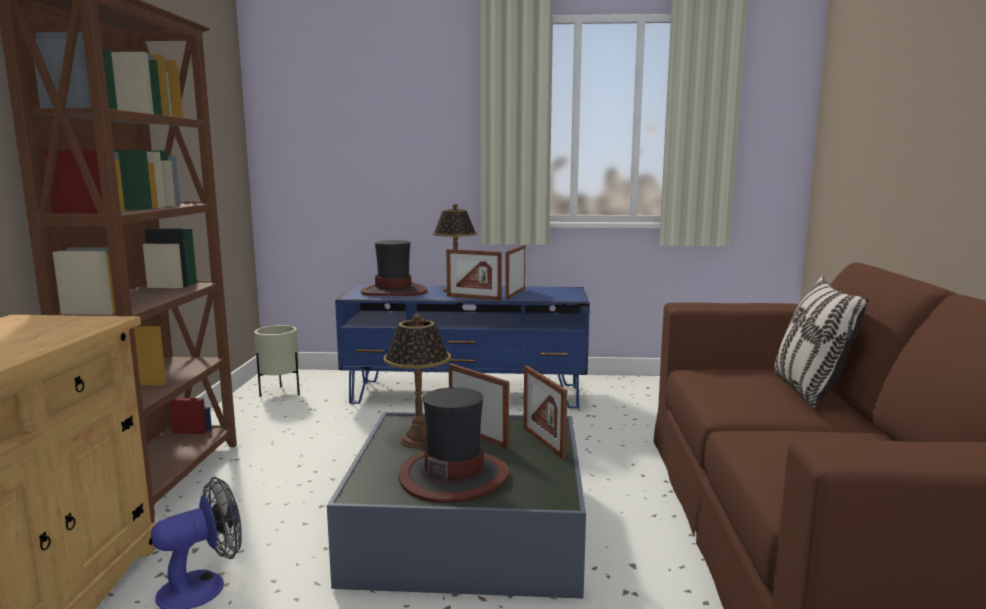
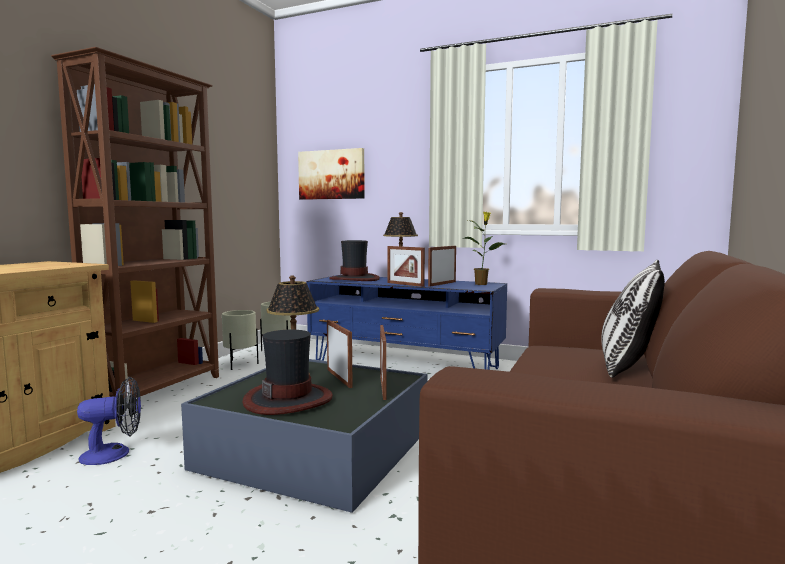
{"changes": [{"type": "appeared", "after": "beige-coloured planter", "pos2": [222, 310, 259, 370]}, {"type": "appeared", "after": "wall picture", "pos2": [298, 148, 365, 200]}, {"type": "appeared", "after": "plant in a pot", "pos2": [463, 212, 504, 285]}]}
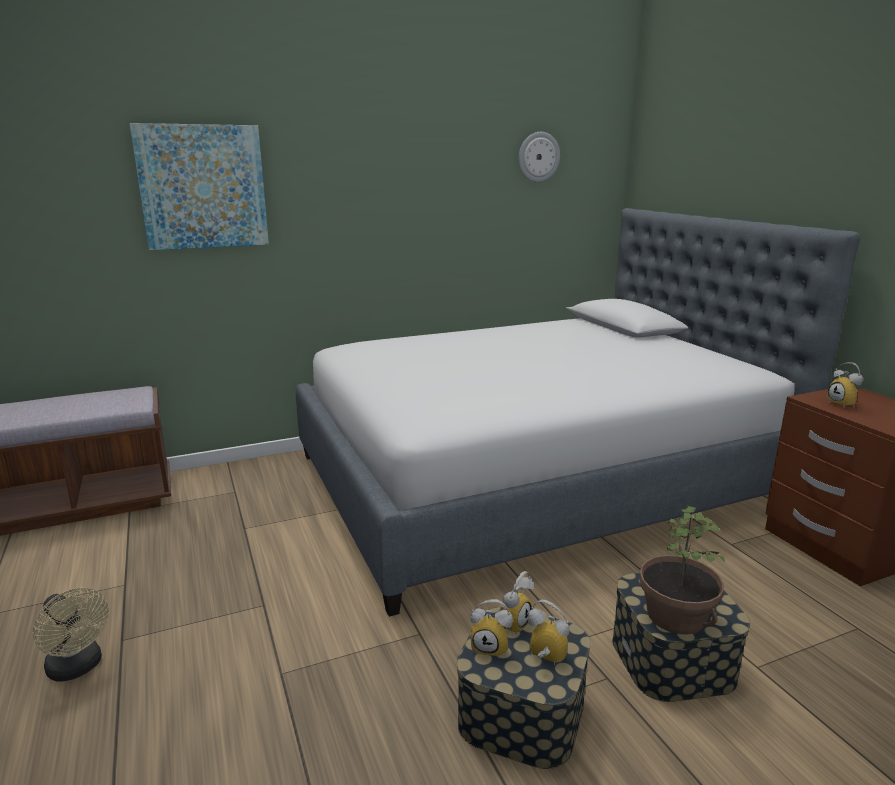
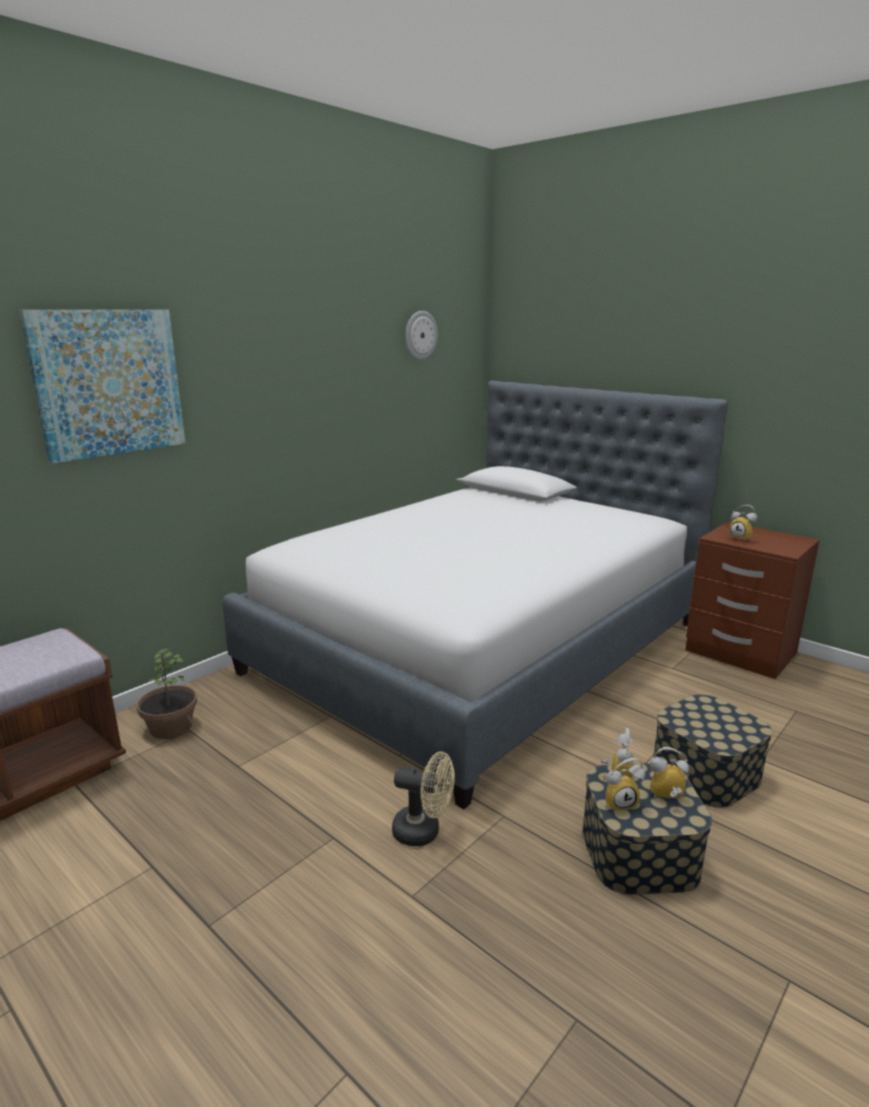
{"changes": [{"type": "relocated", "before": "beige-coloured fan", "pos1": [33, 588, 109, 682], "pos2": [392, 752, 454, 846]}, {"type": "relocated", "before": "plant in a pot", "pos1": [639, 506, 725, 635], "pos2": [137, 649, 197, 739]}]}
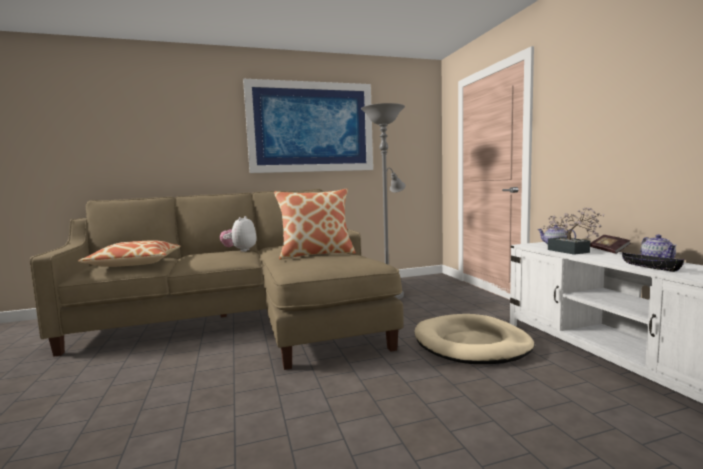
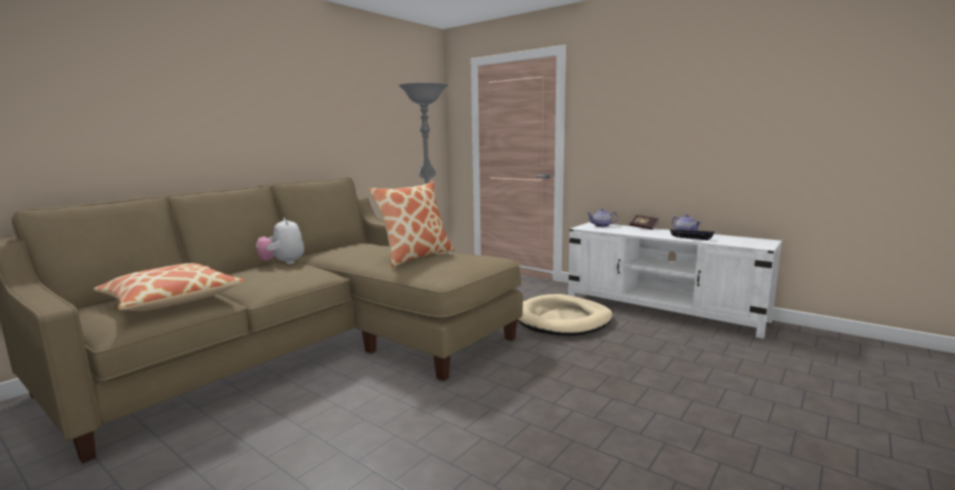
{"changes": [{"type": "missing", "before": "wall picture", "pos1": [243, 79, 373, 173]}, {"type": "missing", "before": "plant in a pot", "pos1": [541, 207, 604, 255]}]}
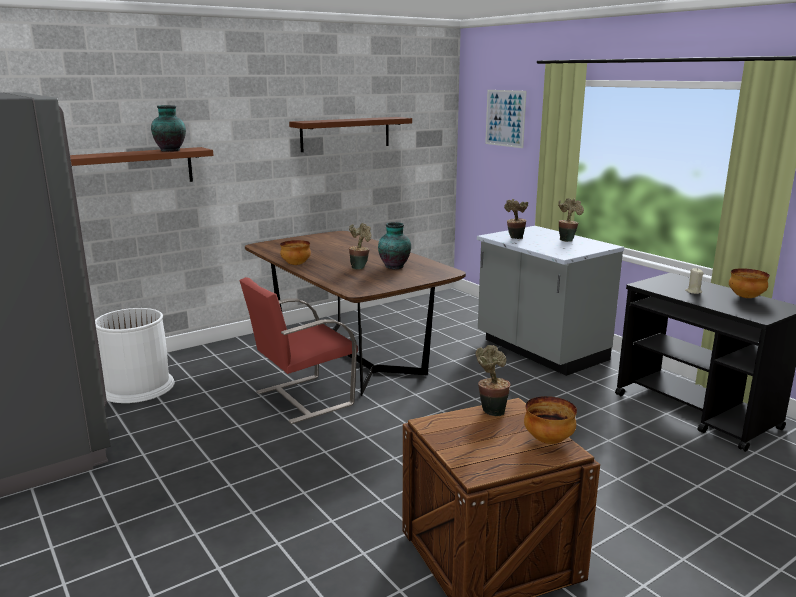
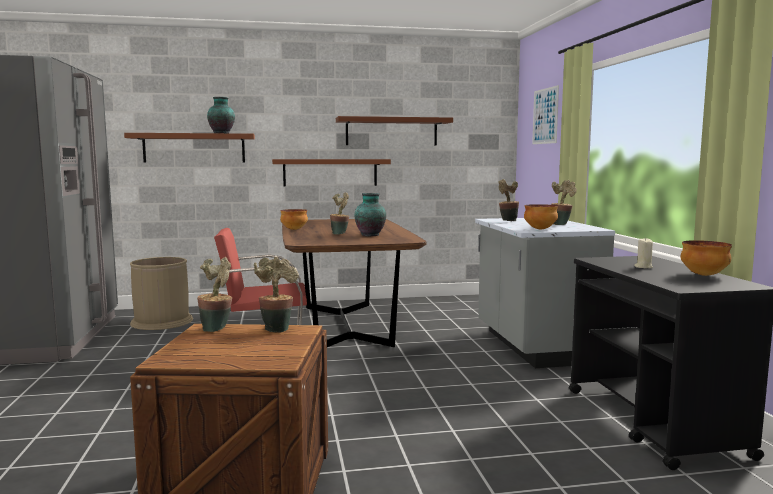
{"changes": [{"type": "colour", "before": "white trash can", "after": "brownish trash can", "pos1": [95, 308, 175, 403], "pos2": [130, 257, 193, 330]}, {"type": "relocated", "before": "serving bowl", "pos1": [524, 396, 577, 444], "pos2": [524, 204, 558, 229]}, {"type": "appeared", "after": "plant in a pot", "pos2": [197, 257, 232, 332]}, {"type": "appeared", "after": "brownish bracket shelf", "pos2": [272, 159, 391, 186]}]}
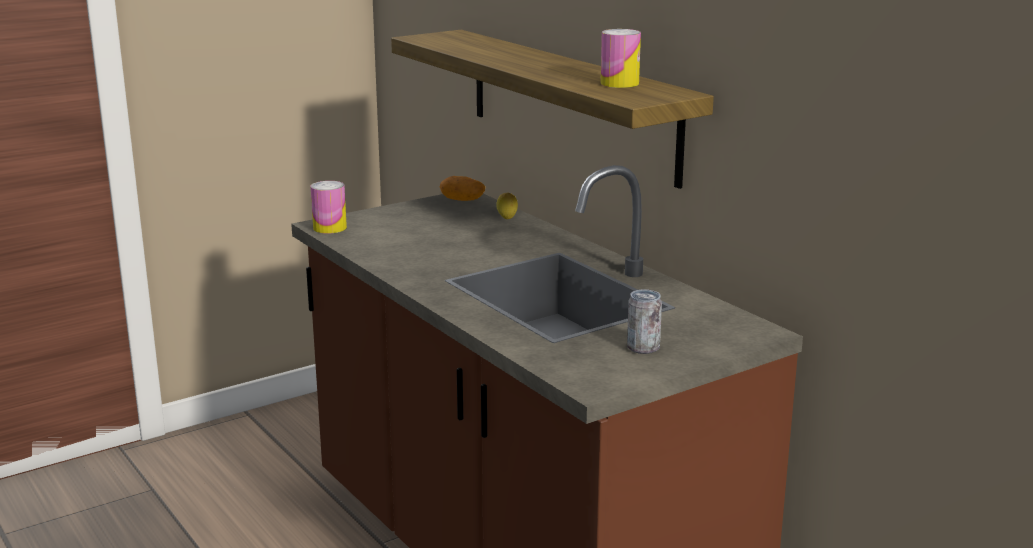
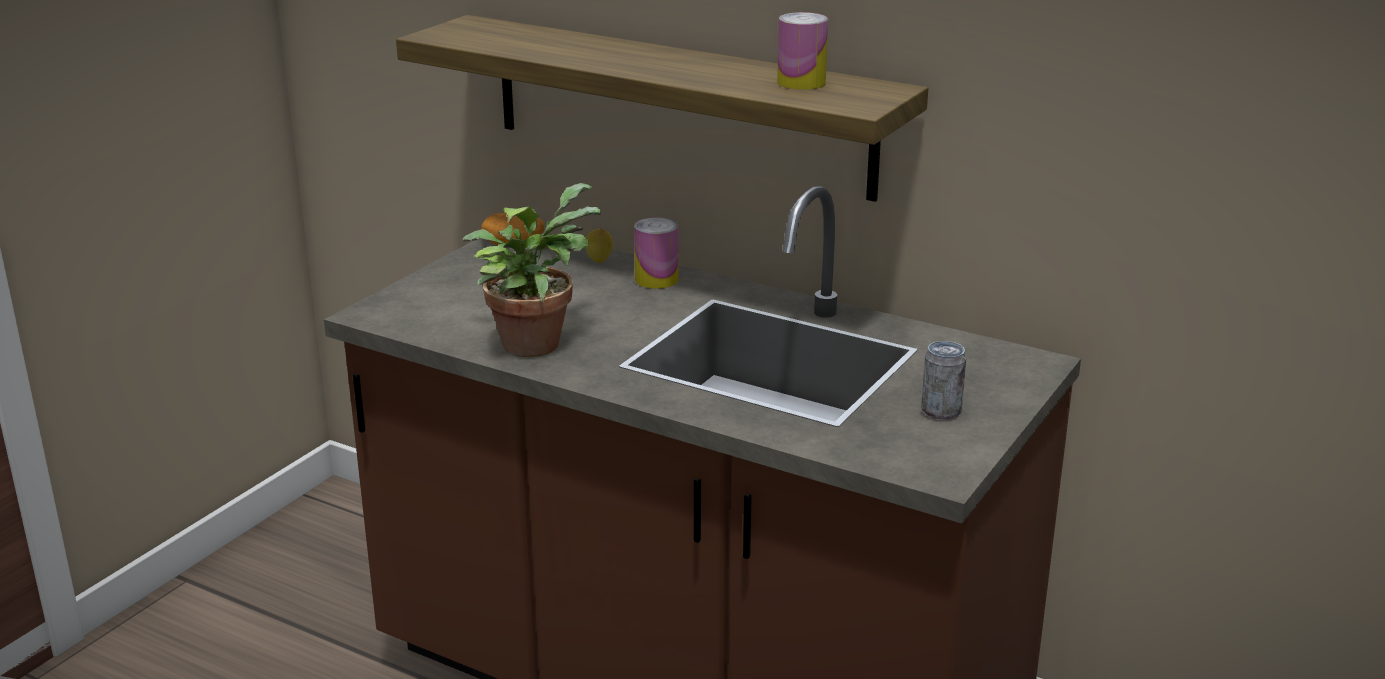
{"changes": [{"type": "relocated", "before": "metal can", "pos1": [311, 181, 347, 234], "pos2": [634, 217, 679, 289]}, {"type": "appeared", "after": "plant in a pot", "pos2": [462, 183, 601, 357]}]}
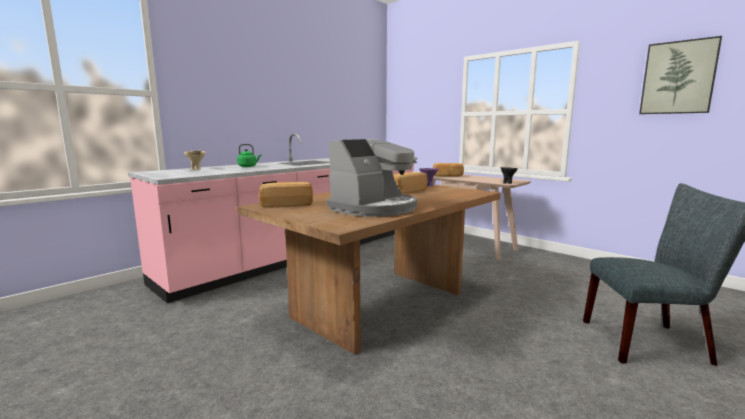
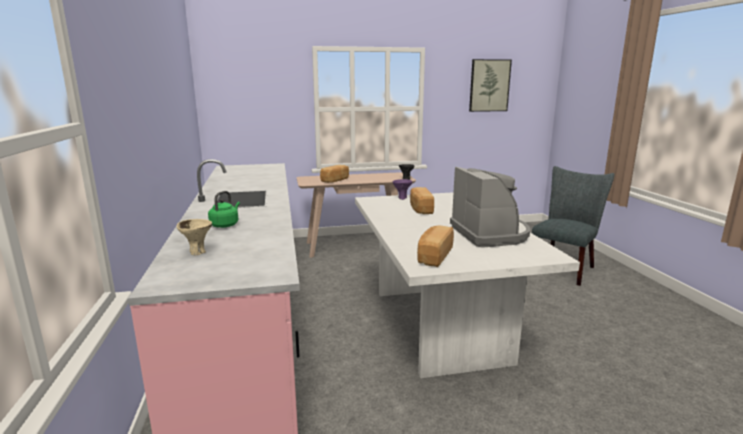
{"changes": [{"type": "colour", "before": "brownish kitchen table", "after": "white kitchen table", "pos1": [237, 185, 500, 355], "pos2": [355, 192, 580, 378]}]}
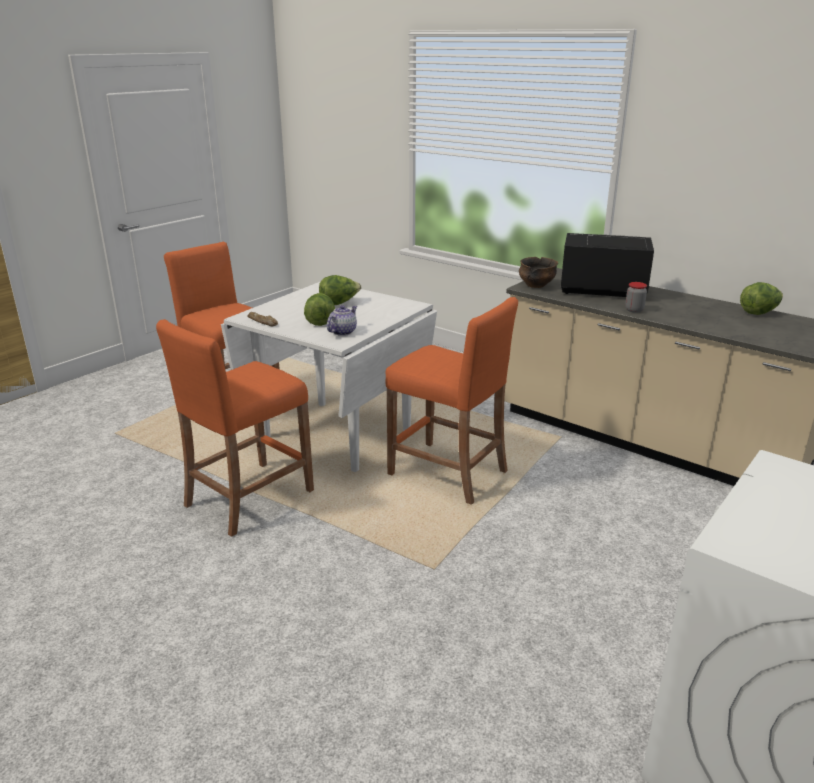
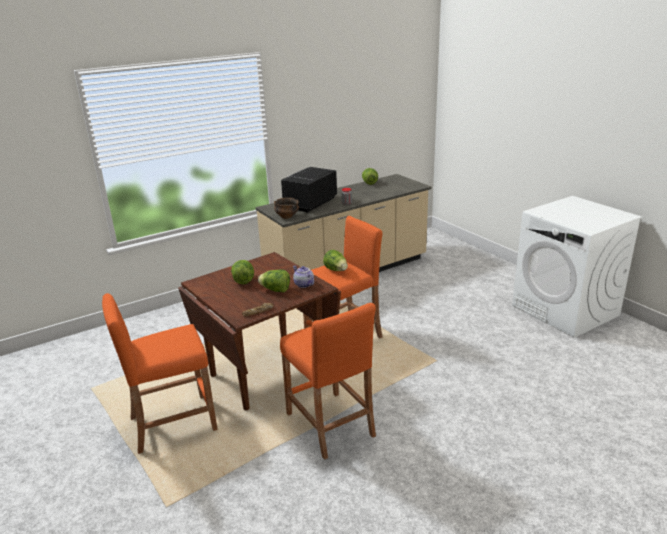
{"changes": [{"type": "colour", "before": "white kitchen table", "after": "brownish kitchen table", "pos1": [221, 281, 437, 472], "pos2": [178, 252, 341, 410]}, {"type": "appeared", "after": "head of lettuce", "pos2": [323, 250, 348, 271]}]}
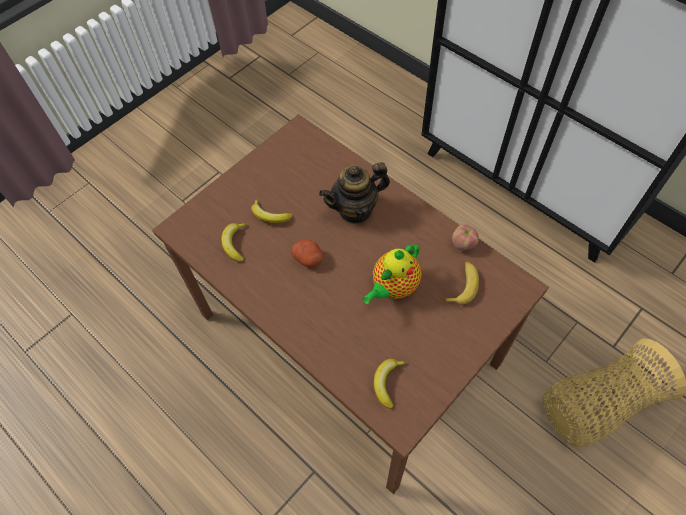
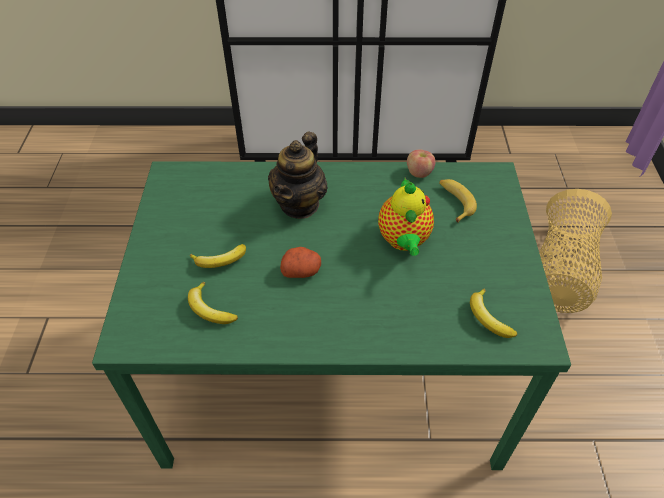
{"changes": [{"type": "colour", "before": "brownish kitchen table", "after": "green kitchen table", "pos1": [152, 114, 549, 494], "pos2": [92, 161, 571, 470]}]}
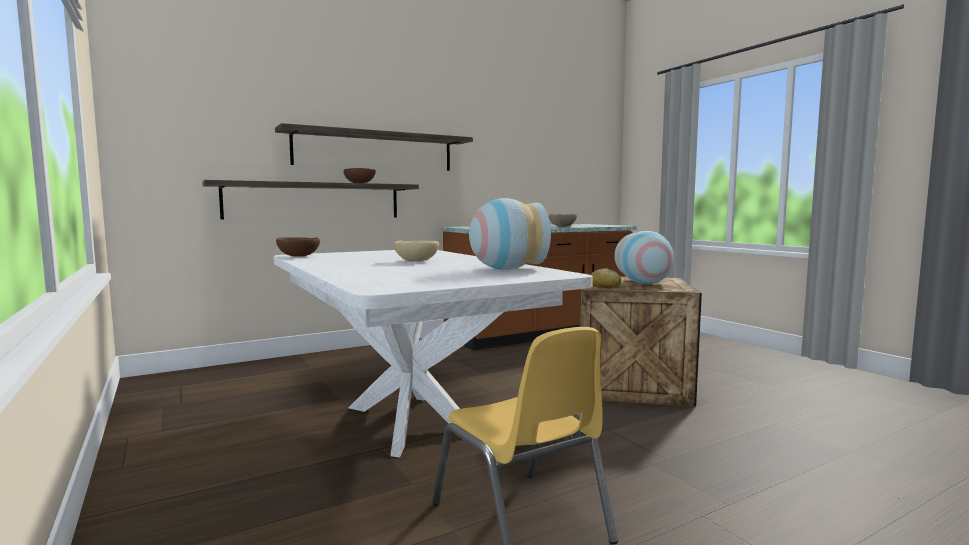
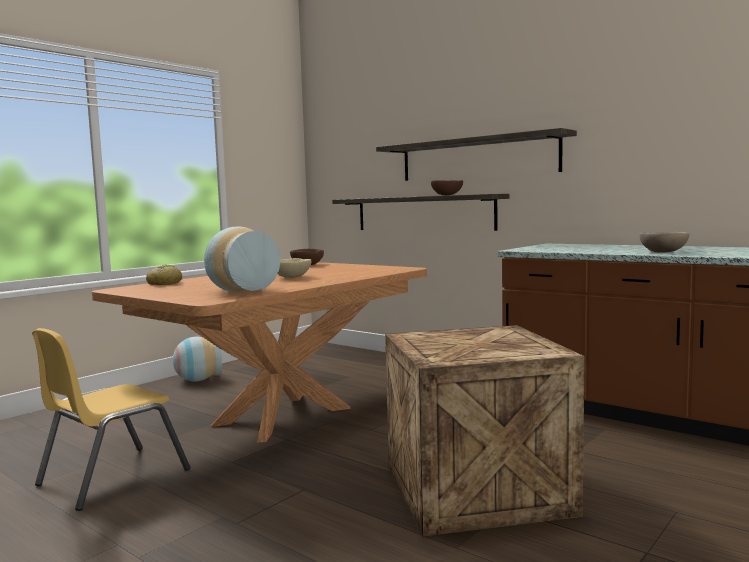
{"changes": [{"type": "colour", "before": "white kitchen table", "after": "brownish kitchen table", "pos1": [274, 250, 593, 458], "pos2": [92, 262, 427, 443]}, {"type": "relocated", "before": "baked bread", "pos1": [591, 268, 621, 288], "pos2": [146, 264, 182, 285]}, {"type": "relocated", "before": "decorative vase", "pos1": [614, 231, 674, 284], "pos2": [173, 337, 222, 381]}]}
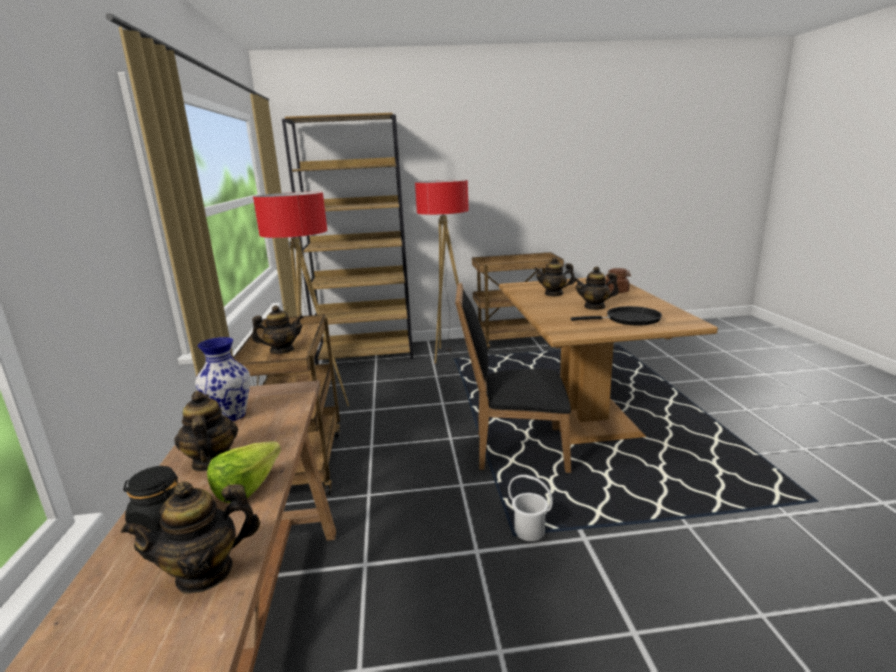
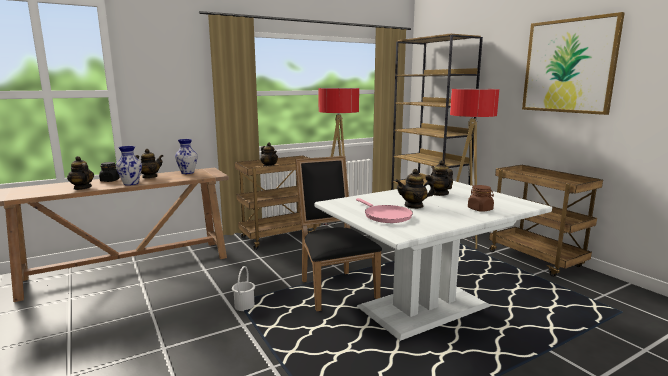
{"changes": [{"type": "exchanged", "before": "head of lettuce", "after": "decorative vase", "pos1": [207, 441, 281, 503], "pos2": [116, 146, 142, 185]}, {"type": "colour", "before": "brownish kitchen table", "after": "white kitchen table", "pos1": [499, 276, 718, 445], "pos2": [315, 181, 552, 341]}, {"type": "colour", "before": "black frying pan", "after": "pinkish frying pan", "pos1": [570, 306, 662, 326], "pos2": [356, 198, 413, 223]}, {"type": "spun", "before": "tea pot", "pos1": [574, 266, 619, 310], "pos2": [395, 169, 435, 209], "turn": -75}, {"type": "appeared", "after": "wall picture", "pos2": [522, 12, 625, 115]}]}
